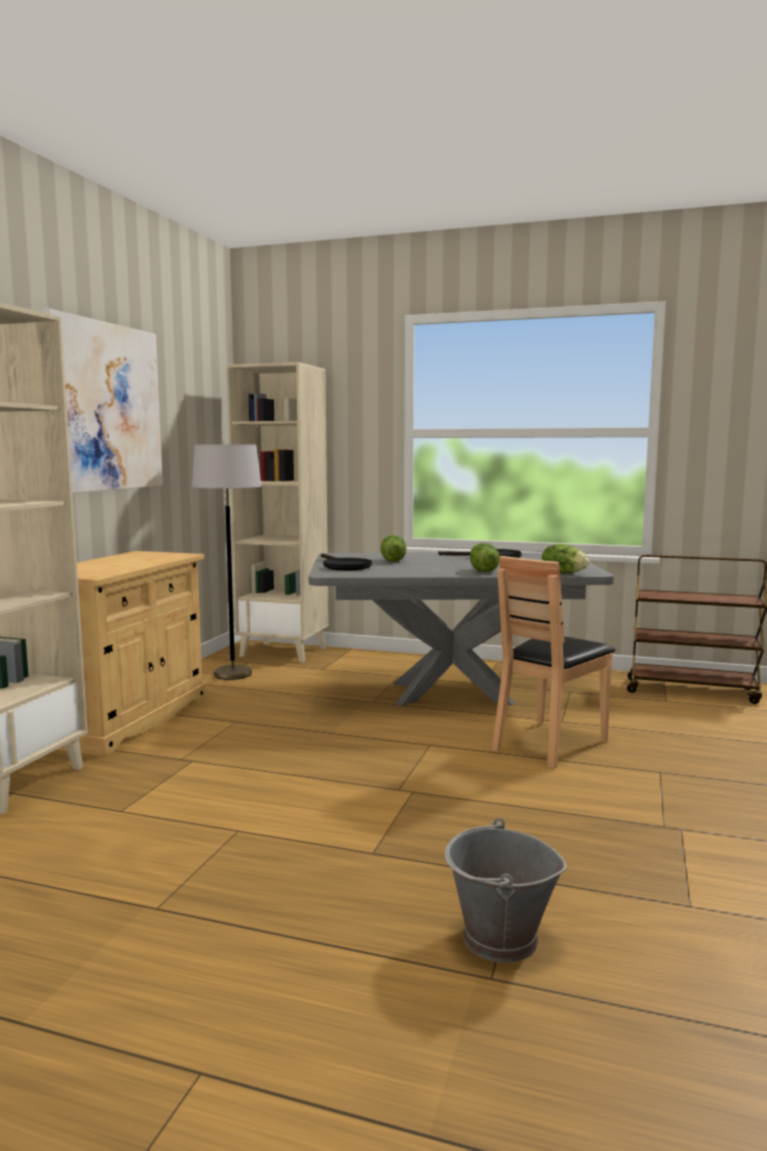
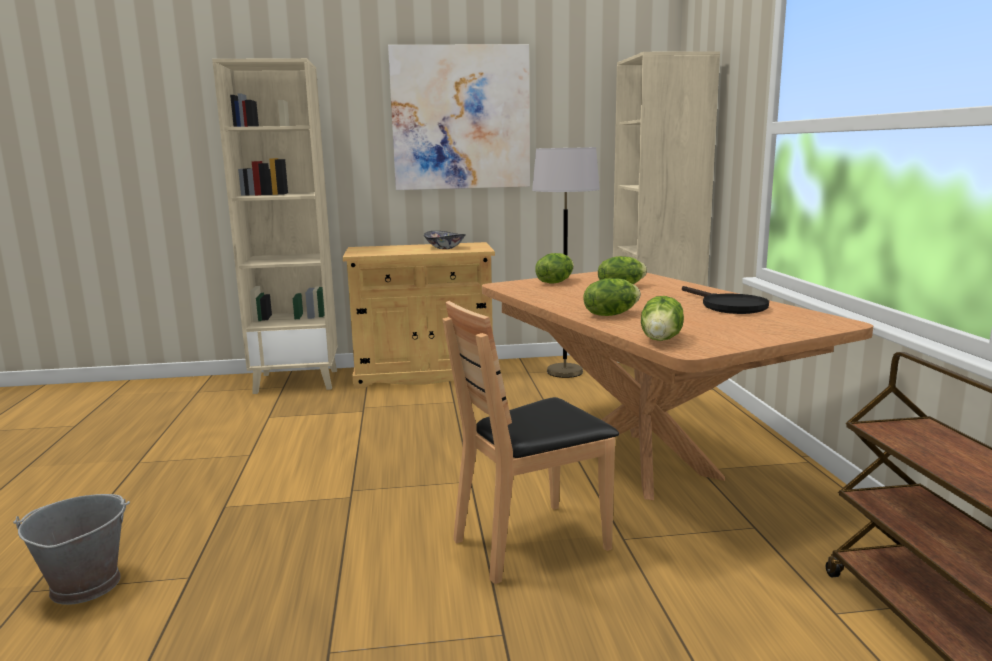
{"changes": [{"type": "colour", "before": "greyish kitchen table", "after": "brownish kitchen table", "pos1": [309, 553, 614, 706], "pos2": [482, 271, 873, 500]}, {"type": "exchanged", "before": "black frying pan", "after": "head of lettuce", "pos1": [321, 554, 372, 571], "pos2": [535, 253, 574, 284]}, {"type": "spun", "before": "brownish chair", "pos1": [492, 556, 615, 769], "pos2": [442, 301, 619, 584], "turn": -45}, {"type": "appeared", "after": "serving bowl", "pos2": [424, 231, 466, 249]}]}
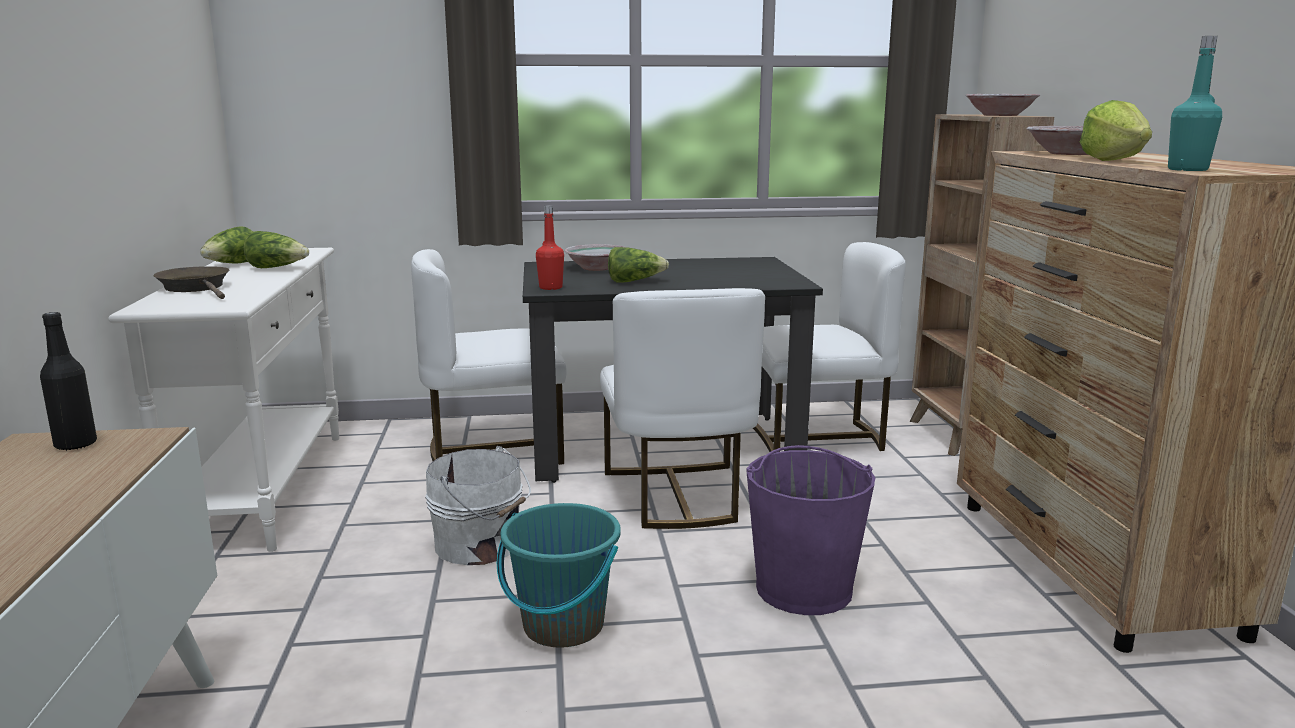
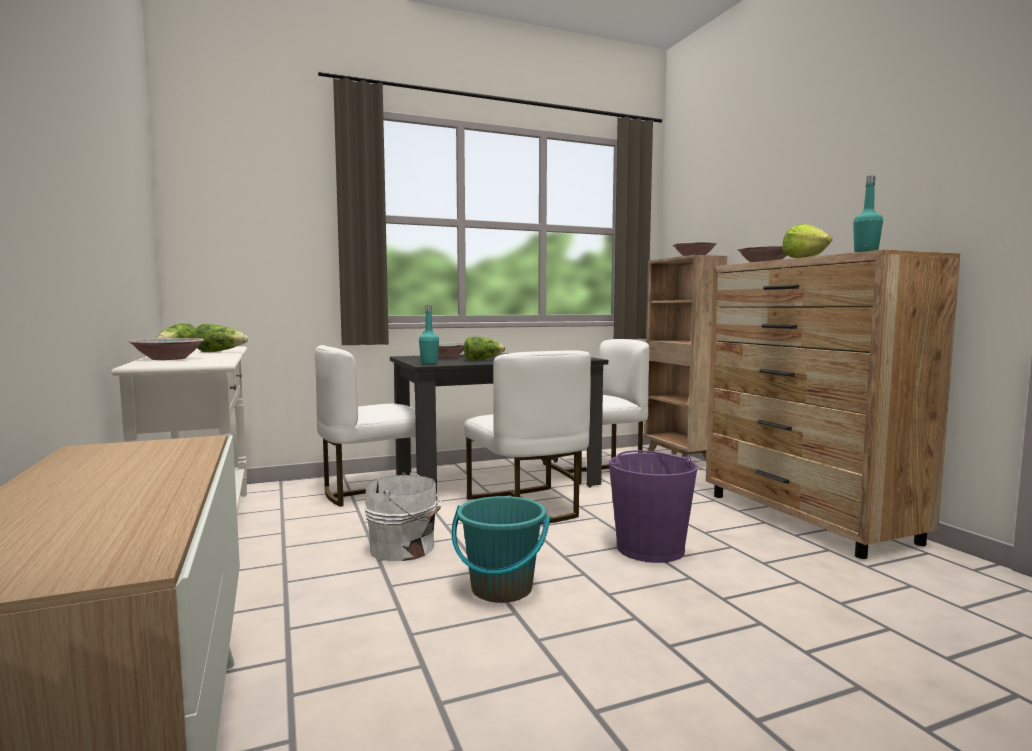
{"changes": [{"type": "missing", "before": "black beverage bottle", "pos1": [40, 312, 97, 451]}, {"type": "exchanged", "before": "brownish frying pan", "after": "serving bowl", "pos1": [153, 266, 229, 299], "pos2": [129, 338, 204, 360]}, {"type": "colour", "before": "reddish beverage bottle", "after": "blue-green beverage bottle", "pos1": [536, 205, 564, 290], "pos2": [419, 306, 439, 364]}]}
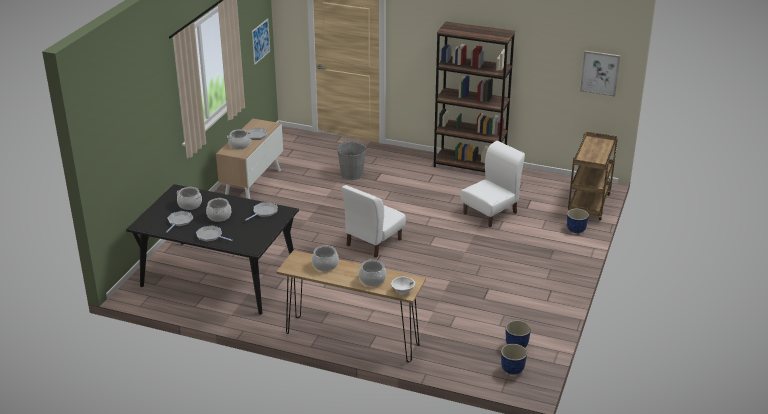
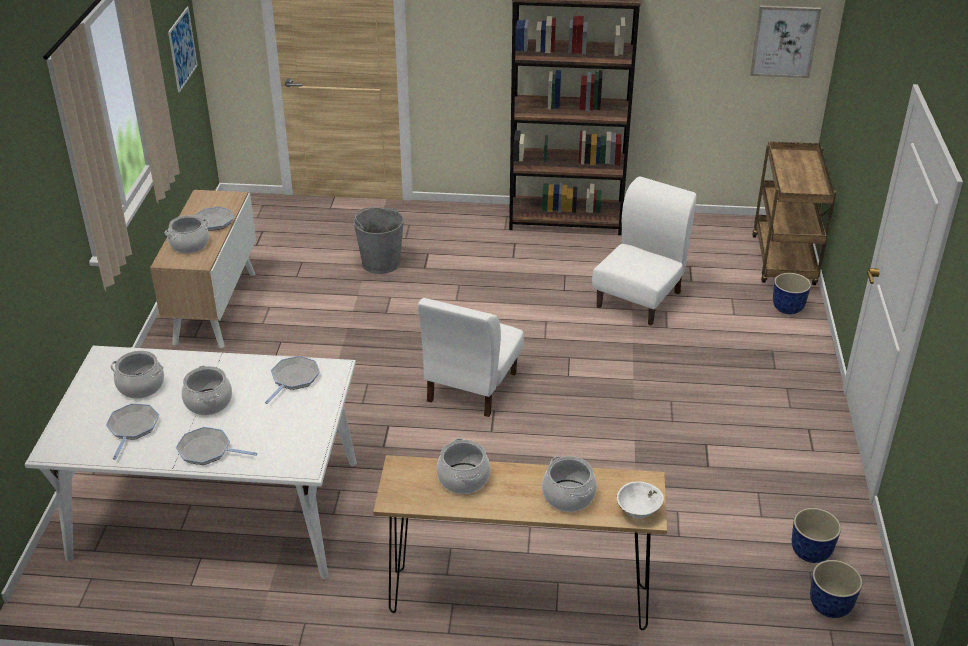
{"changes": [{"type": "colour", "before": "black kitchen table", "after": "white kitchen table", "pos1": [126, 184, 299, 315], "pos2": [25, 346, 357, 579]}]}
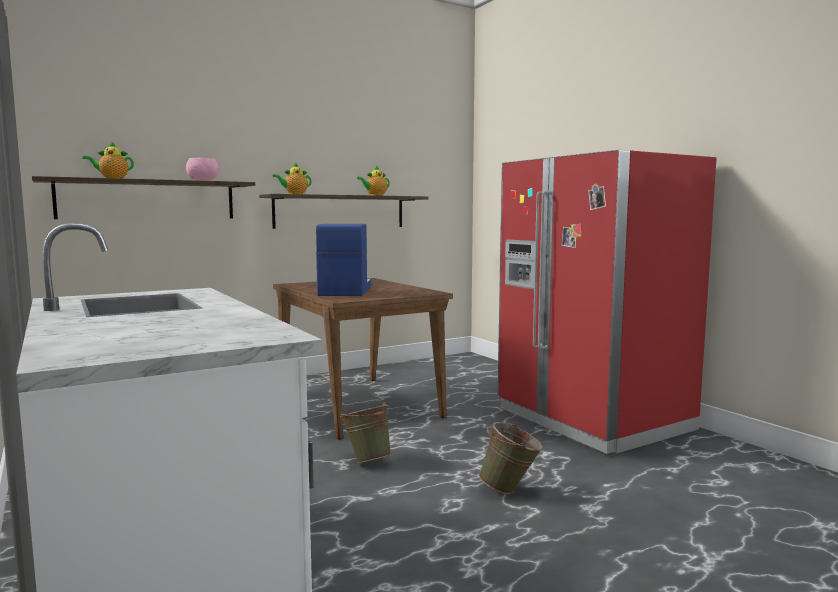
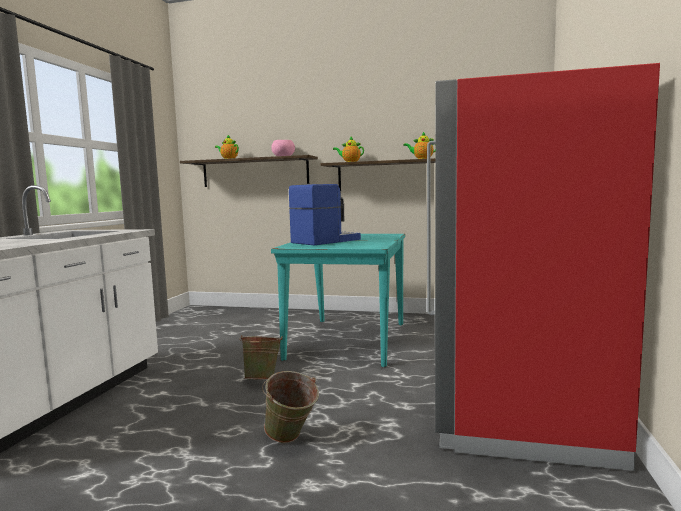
{"changes": [{"type": "colour", "before": "brownish kitchen table", "after": "blue-green kitchen table", "pos1": [273, 278, 453, 440], "pos2": [271, 234, 405, 367]}]}
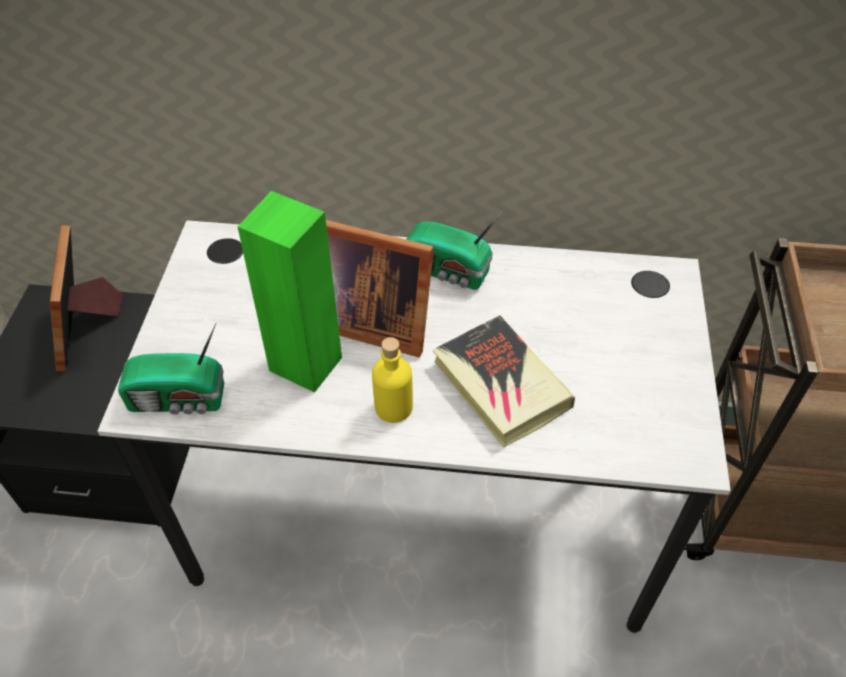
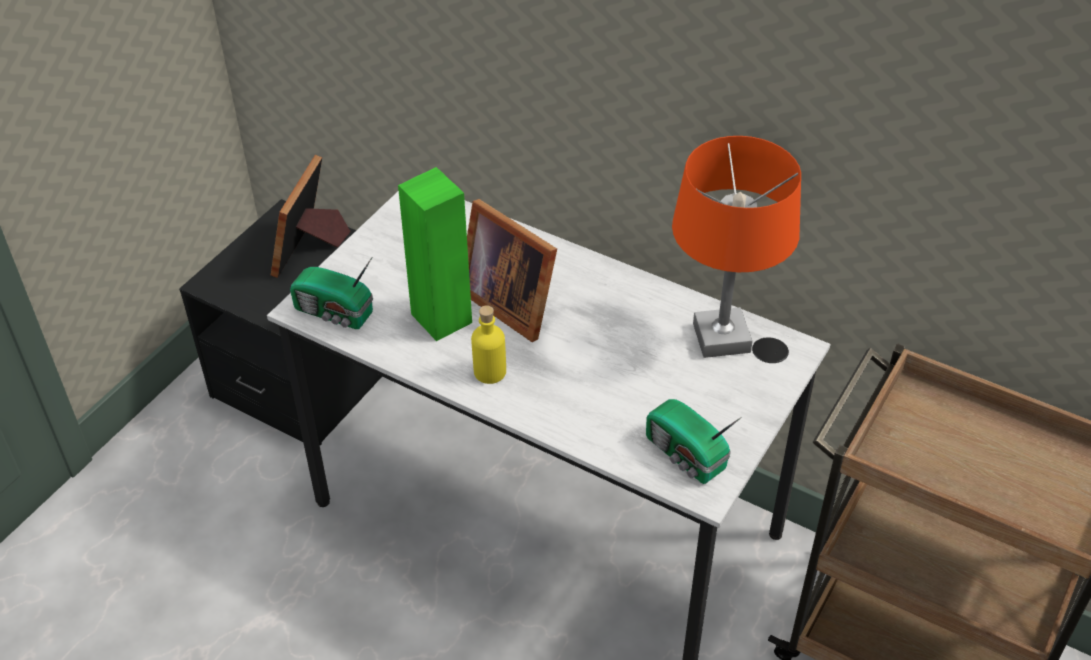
{"changes": [{"type": "relocated", "before": "radio set", "pos1": [406, 211, 502, 290], "pos2": [646, 399, 742, 484]}, {"type": "missing", "before": "book", "pos1": [433, 315, 575, 448]}, {"type": "appeared", "after": "orangey lamp for a table", "pos2": [672, 136, 801, 358]}]}
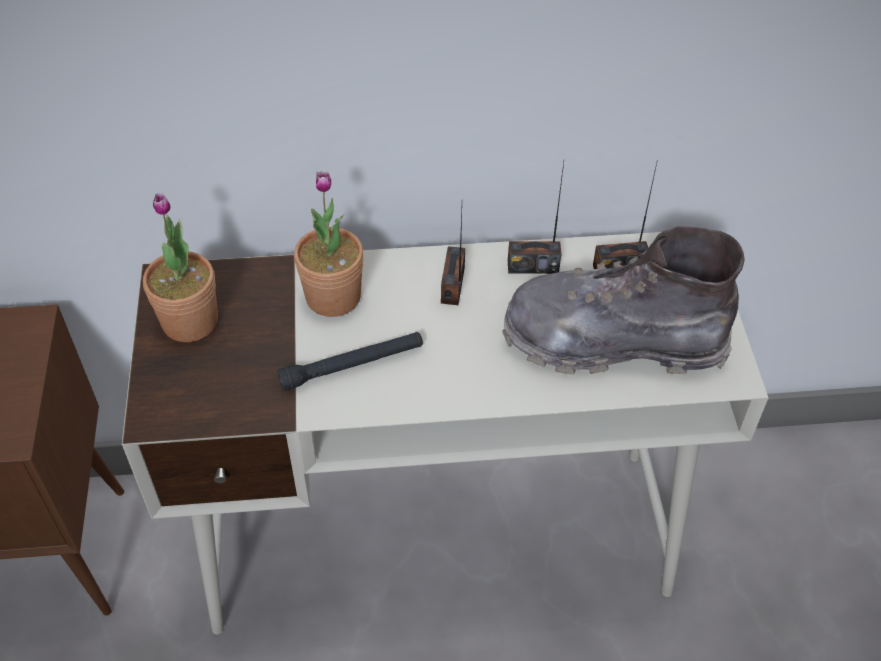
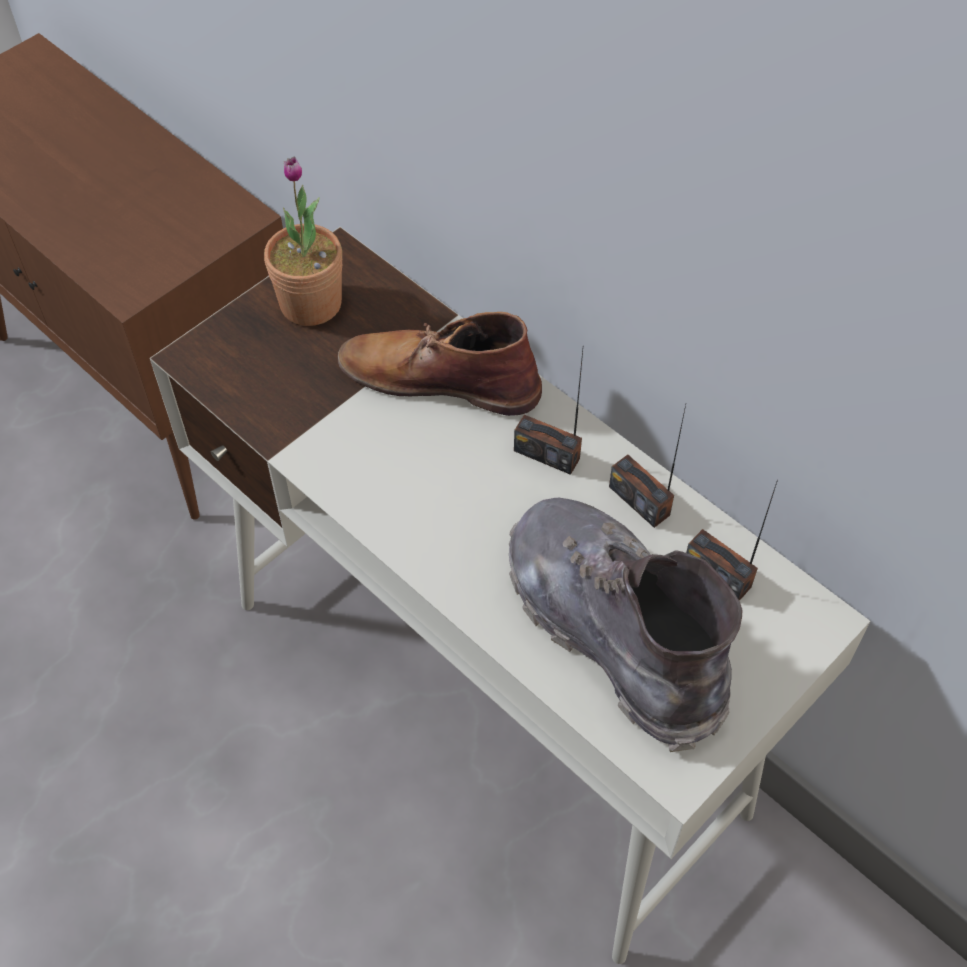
{"changes": [{"type": "missing", "before": "black torch", "pos1": [277, 332, 423, 391]}, {"type": "exchanged", "before": "plant in a pot", "after": "brownish high-top boot", "pos1": [294, 171, 364, 317], "pos2": [338, 312, 542, 416]}, {"type": "spun", "before": "radio set", "pos1": [441, 210, 465, 305], "pos2": [514, 350, 583, 475], "turn": -120}]}
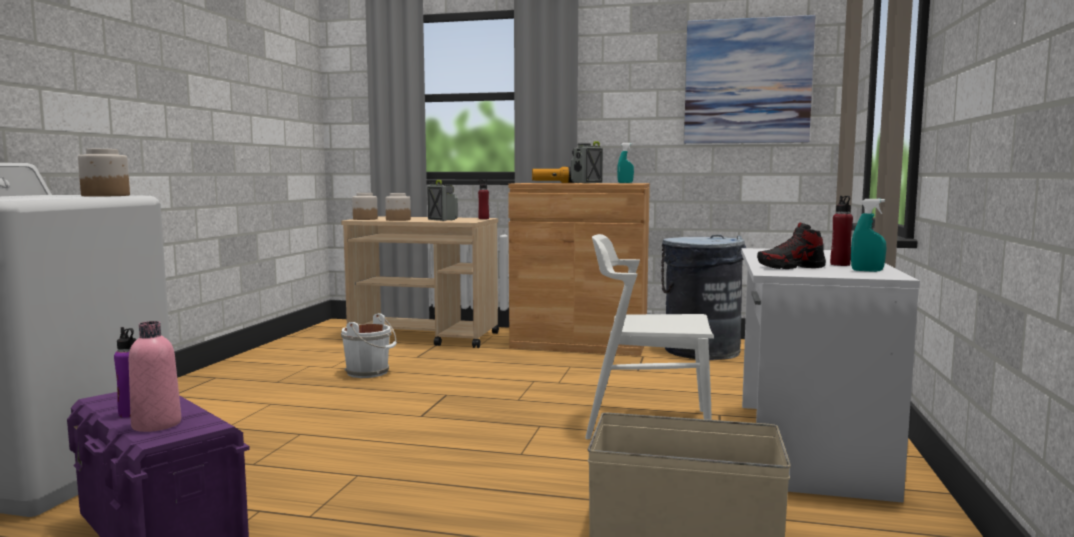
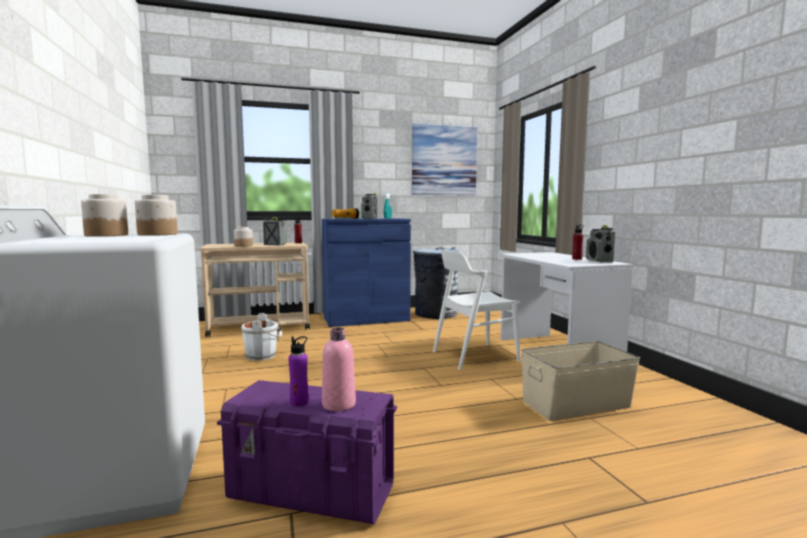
{"changes": [{"type": "relocated", "before": "preserve jar", "pos1": [352, 193, 378, 220], "pos2": [81, 194, 128, 237]}, {"type": "colour", "before": "brownish storage cabinet", "after": "blue-coloured storage cabinet", "pos1": [508, 183, 650, 356], "pos2": [322, 218, 411, 327]}, {"type": "missing", "before": "item of footwear", "pos1": [757, 223, 826, 269]}, {"type": "exchanged", "before": "blue-green hand sprayer", "after": "radio set", "pos1": [851, 199, 886, 272], "pos2": [586, 225, 615, 263]}]}
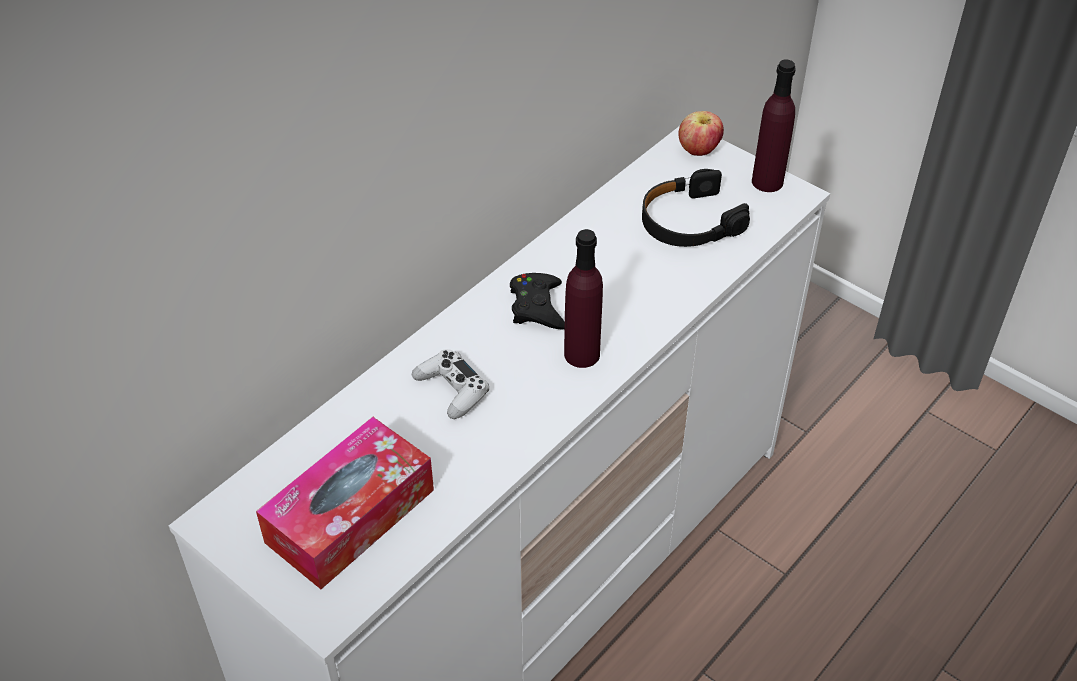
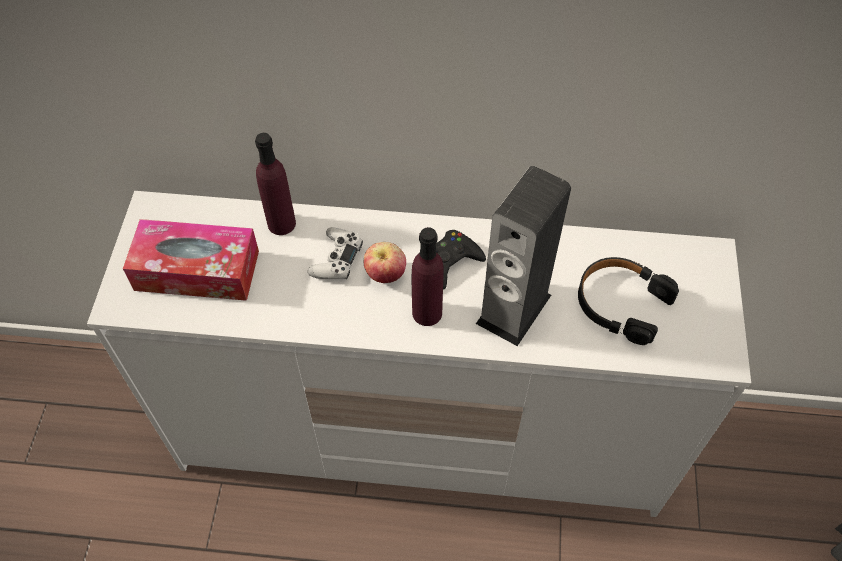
{"changes": [{"type": "relocated", "before": "whole apple", "pos1": [678, 111, 724, 156], "pos2": [364, 242, 406, 283]}, {"type": "relocated", "before": "purple-coloured beverage bottle", "pos1": [752, 59, 796, 192], "pos2": [255, 133, 296, 235]}, {"type": "appeared", "after": "audio speaker", "pos2": [476, 166, 571, 346]}]}
